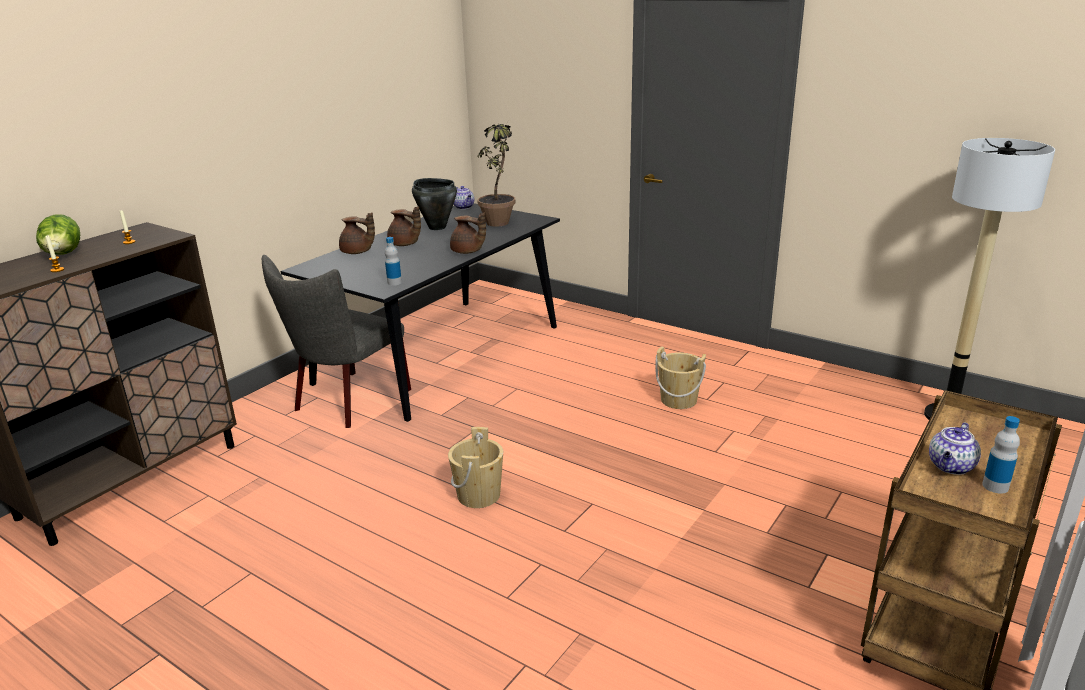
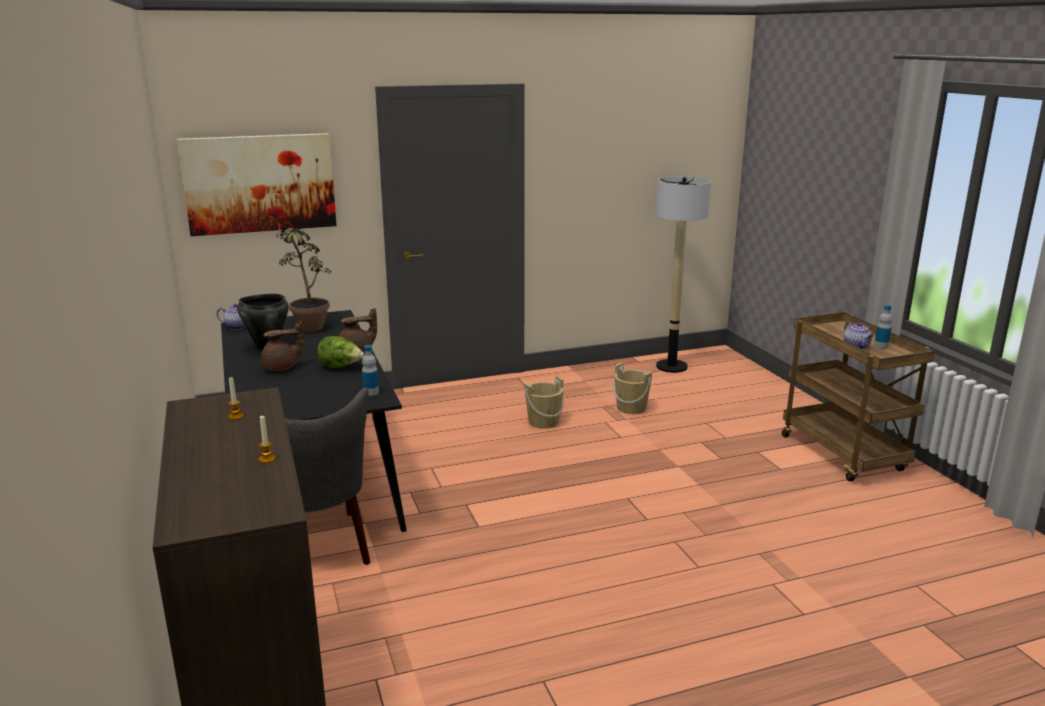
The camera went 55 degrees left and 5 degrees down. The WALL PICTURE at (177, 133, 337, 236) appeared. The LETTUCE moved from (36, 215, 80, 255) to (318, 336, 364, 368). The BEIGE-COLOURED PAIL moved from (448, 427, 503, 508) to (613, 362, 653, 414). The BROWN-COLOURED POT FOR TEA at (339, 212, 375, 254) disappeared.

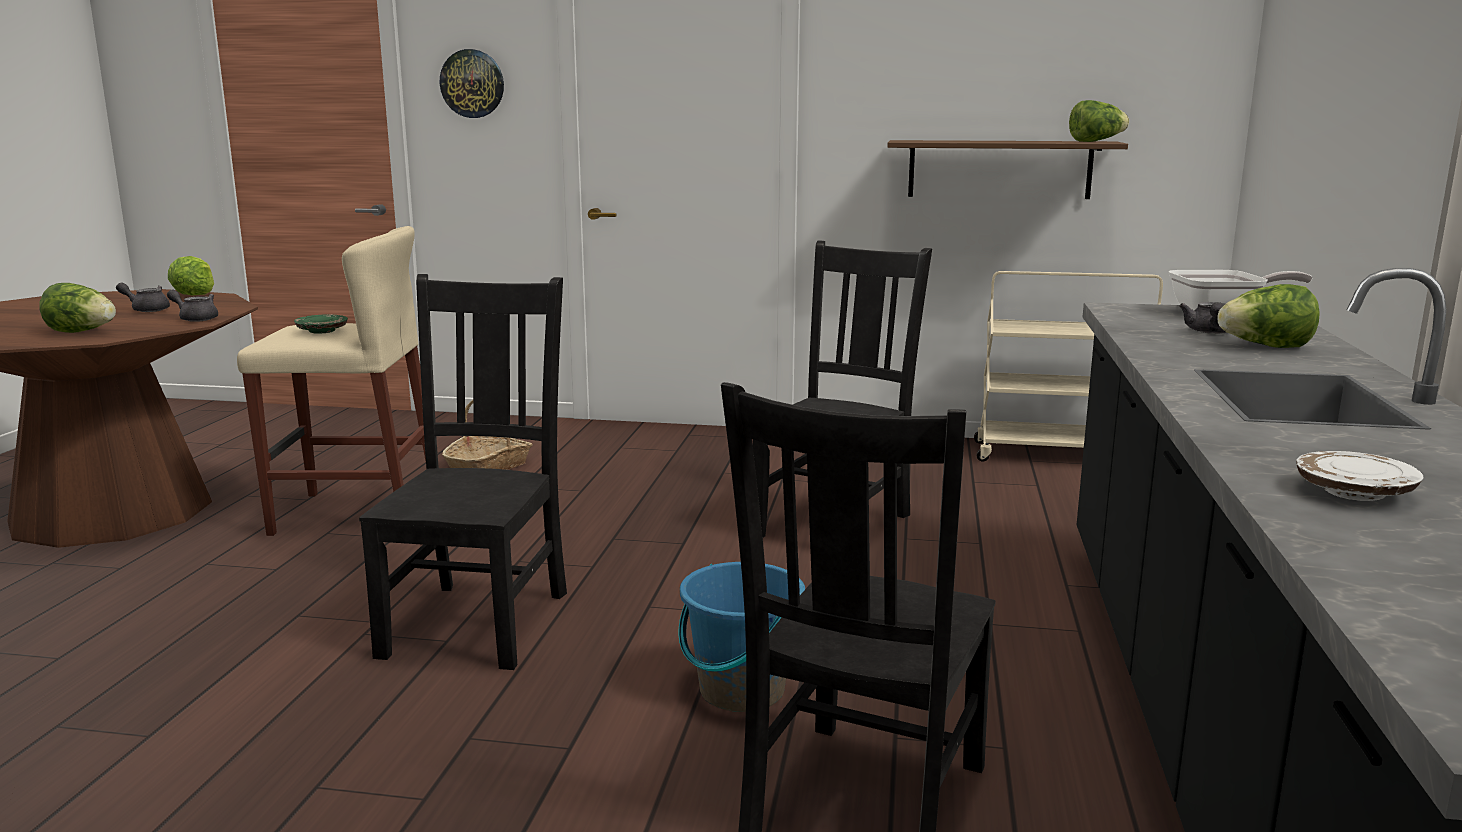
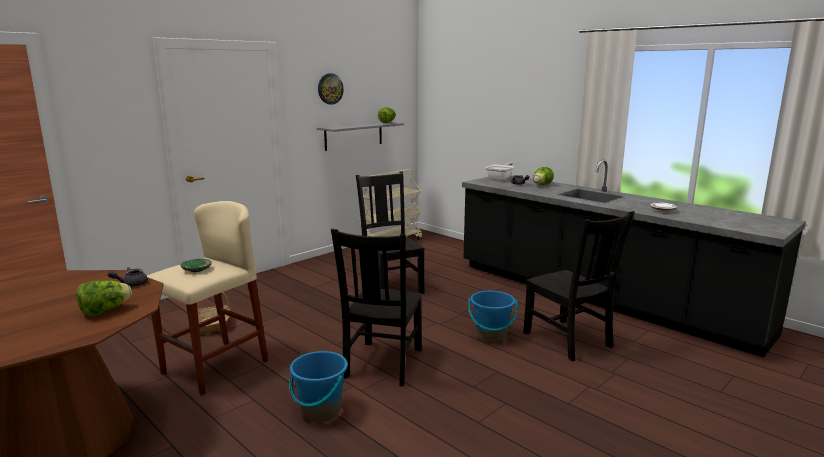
The camera went 55 degrees left and 0 degrees up. The BLUE-COLOURED PAIL at (289, 351, 348, 422) appeared. The BROWN-COLOURED WALL SHELF at (887, 140, 1128, 199) became the GREYISH WALL SHELF at (317, 122, 404, 151). The CLOCK ON THE WALL moved from (440, 49, 504, 118) to (318, 74, 344, 105). The BLACK UPRIGHT CHAIR at (359, 274, 567, 670) turned 120 degrees counterclockwise. The GREYISH POT FOR TEA at (116, 282, 170, 312) disappeared. The LETTUCE at (168, 256, 214, 296) disappeared.

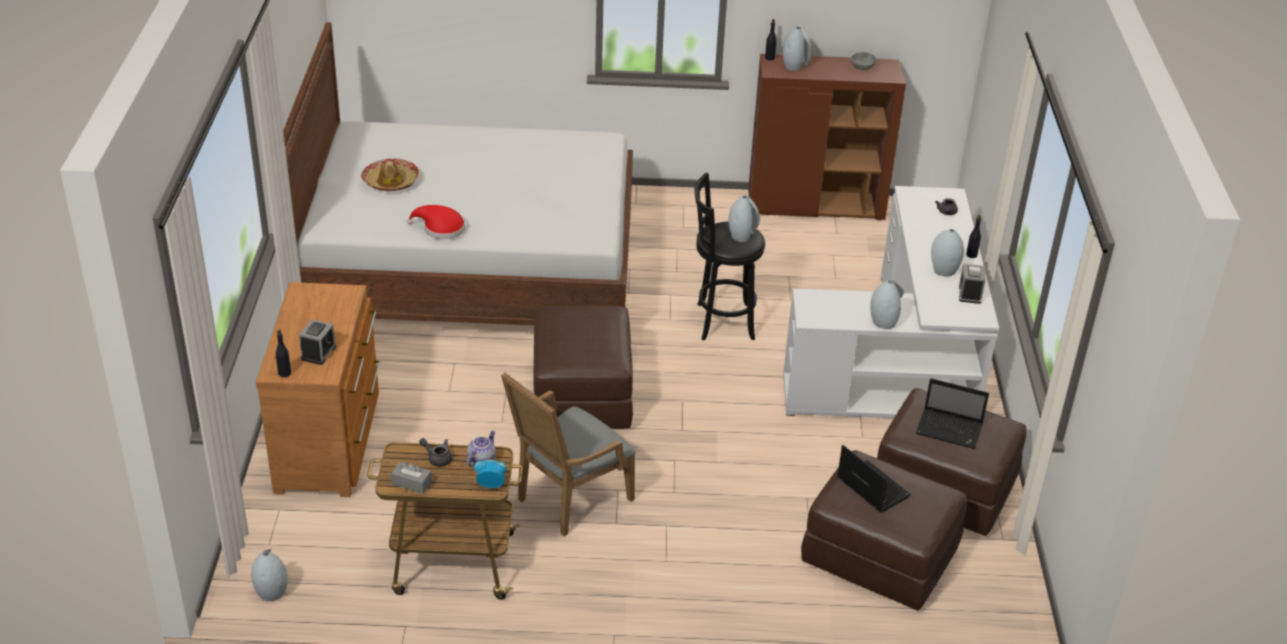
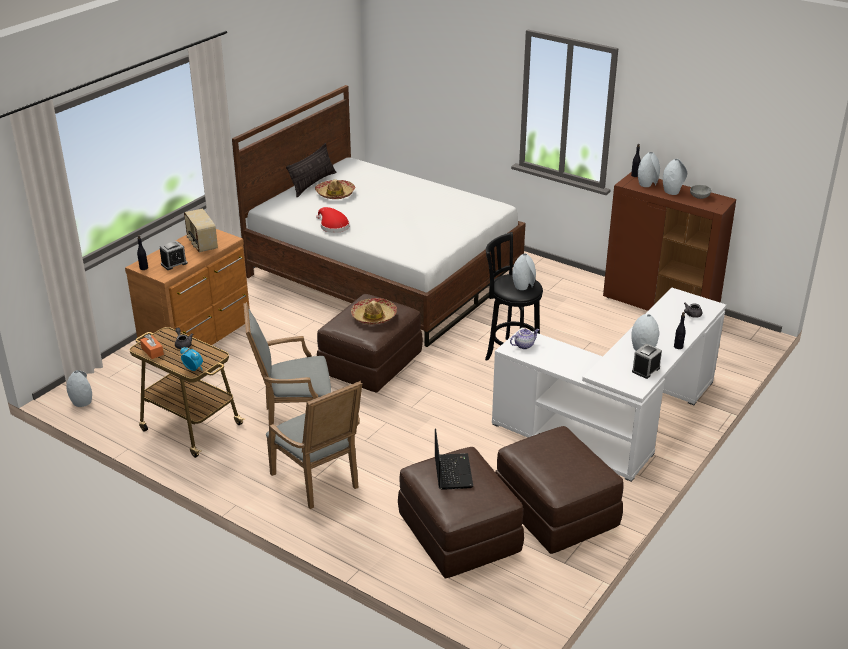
The camera went 35 degrees right and 5 degrees down. The GREYISH TISSUE BOX at (391, 462, 432, 494) became the ORANGE-COLOURED TISSUE BOX at (140, 334, 164, 359). The RADIO SET at (184, 208, 218, 252) appeared. The GREYISH LOUNGE CHAIR at (266, 381, 362, 509) appeared. The THROW PILLOW at (286, 143, 336, 197) appeared. The CLOTHING HAT at (351, 298, 397, 325) appeared. The POT FOR TEA moved from (467, 430, 496, 466) to (510, 329, 540, 349). The GREYISH VASE moved from (870, 280, 904, 329) to (663, 159, 687, 195). The PORTABLE COMPUTER at (916, 378, 989, 449) disappeared.

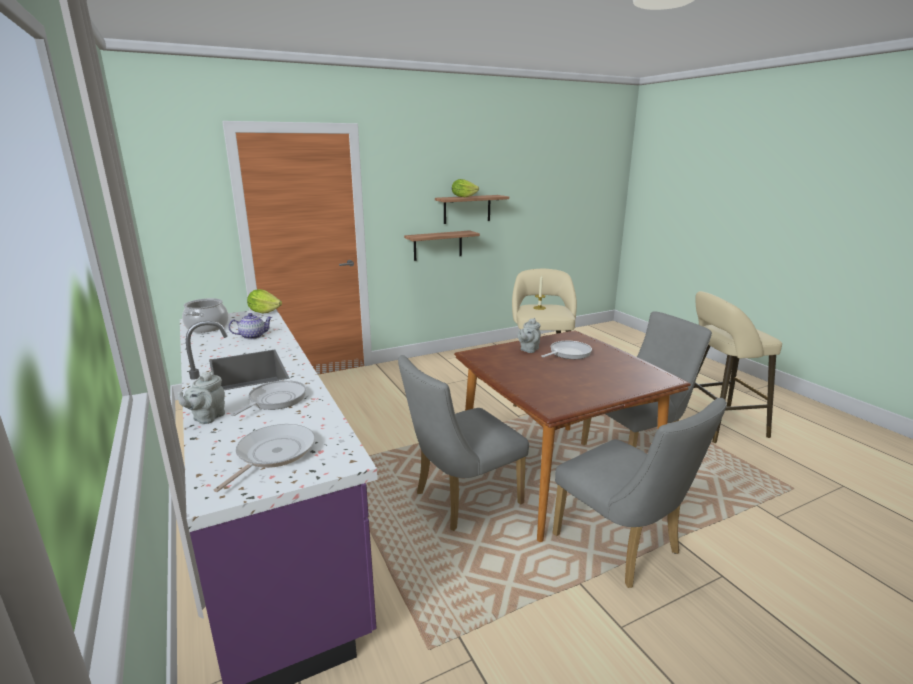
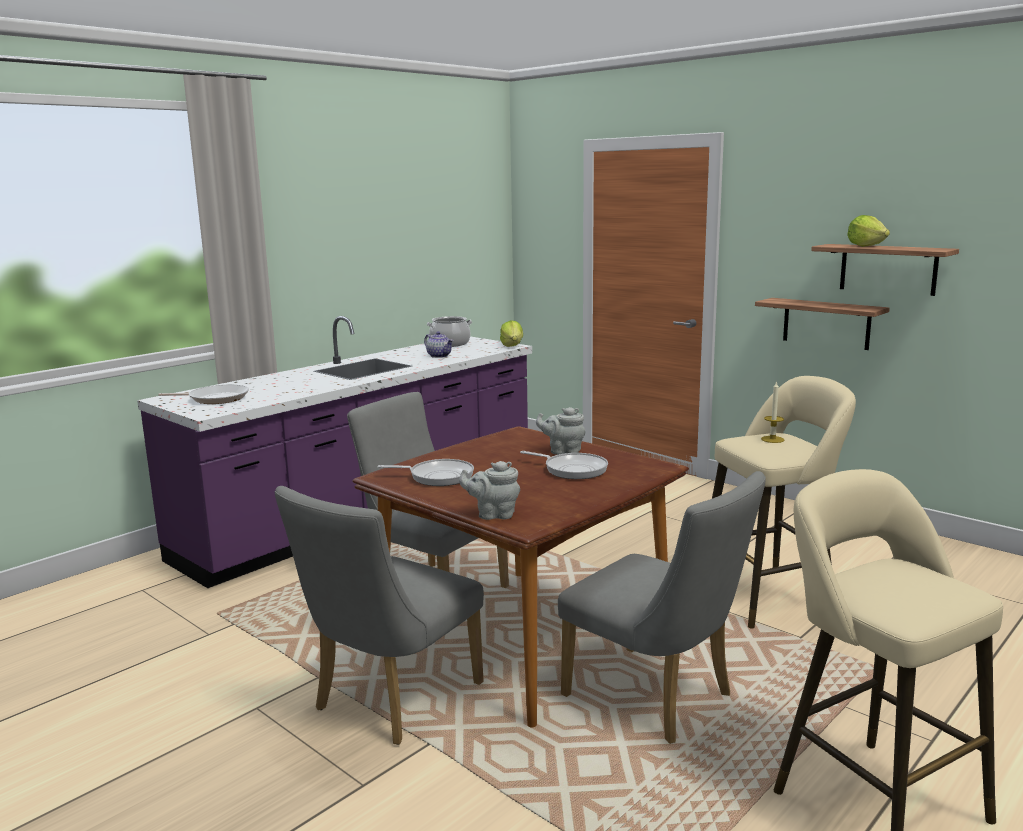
The camera went 70 degrees right and 5 degrees down. The PAN moved from (230, 380, 306, 416) to (378, 459, 474, 486). The GREYISH POT FOR TEA moved from (177, 370, 225, 424) to (459, 461, 520, 520).

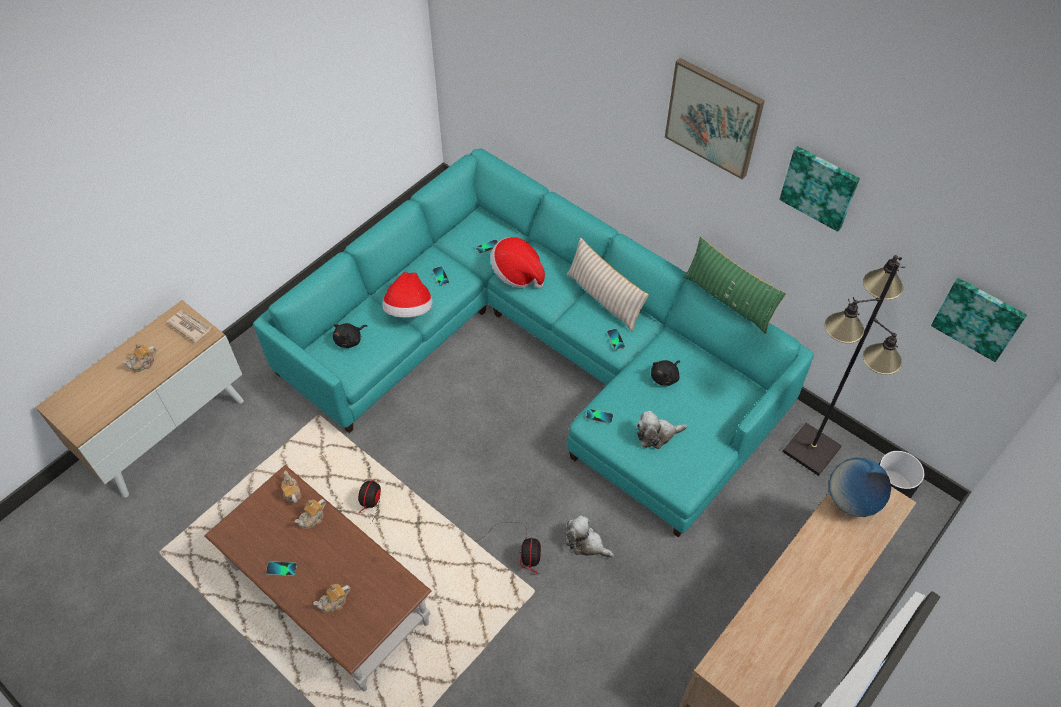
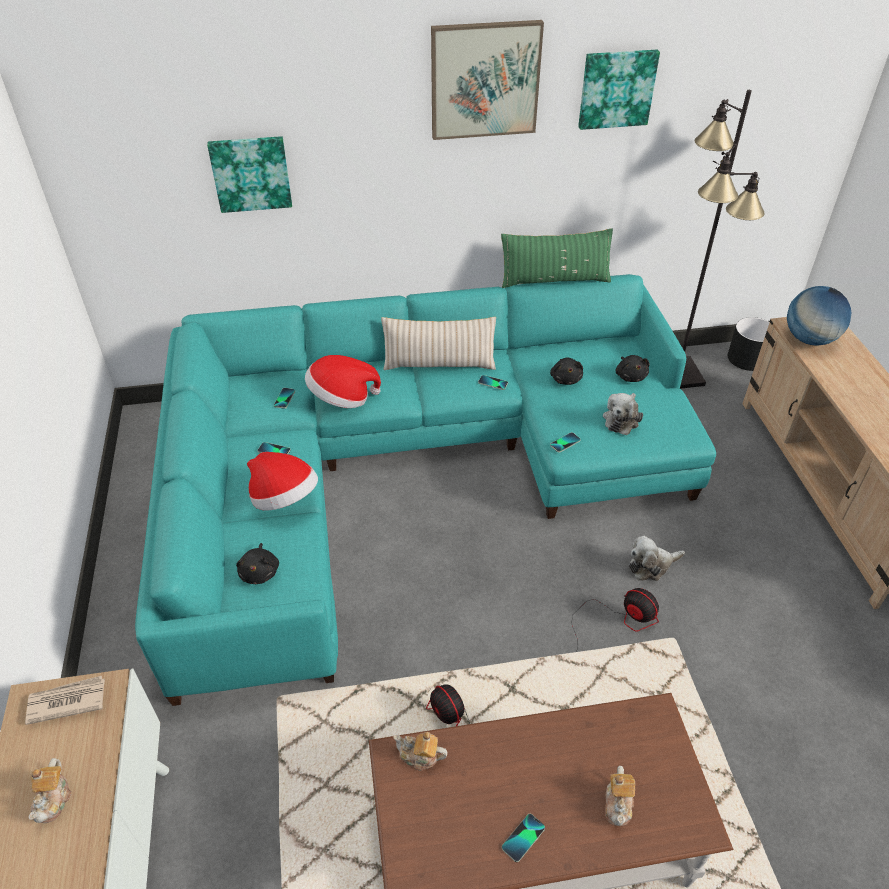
The camera went 50 degrees left and 10 degrees down. The WALL PICTURE moved from (931, 278, 1027, 362) to (207, 136, 292, 213). The BLACK PLUSH TOY at (616, 355, 650, 382) appeared. The POT FOR TEA at (295, 499, 326, 529) disappeared.

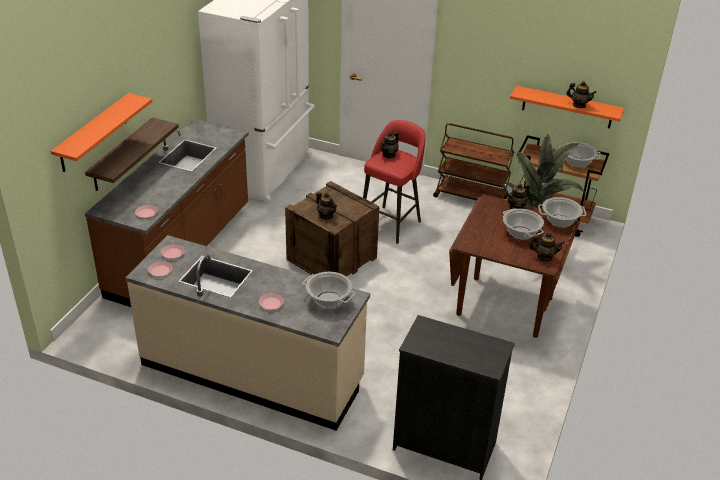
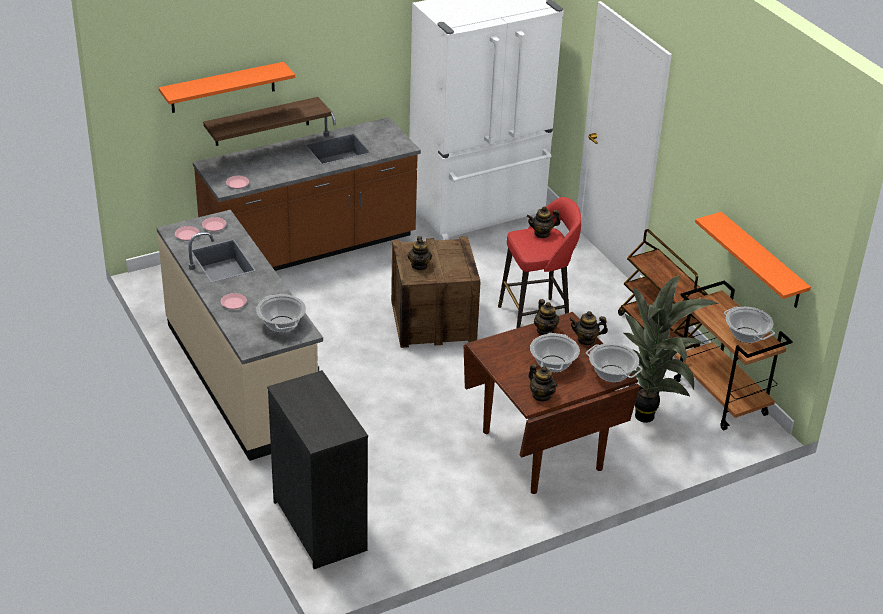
The camera went 40 degrees right and 0 degrees up. The POT FOR TEA moved from (567, 81, 596, 108) to (534, 299, 560, 335).

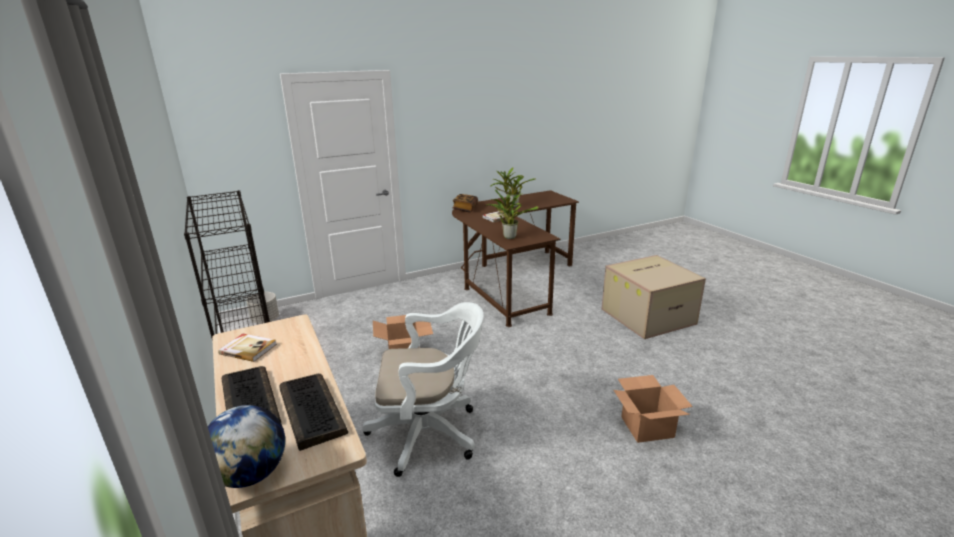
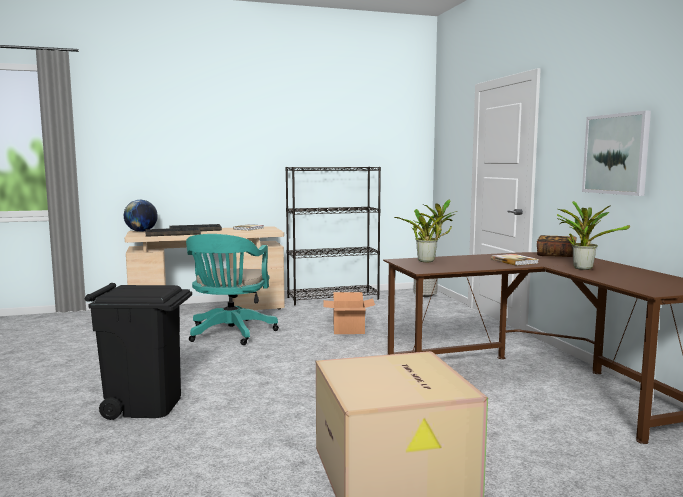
The camera went 100 degrees right and 15 degrees down. The CARTON at (613, 375, 693, 443) was replaced by the BLACK RUBBISH BIN at (85, 283, 192, 420). The WHITISH OFFICE CHAIR at (362, 302, 484, 477) became the TURQUOISE-COLOURED OFFICE CHAIR at (186, 234, 279, 345). The WALL PICTURE at (582, 111, 651, 196) appeared.

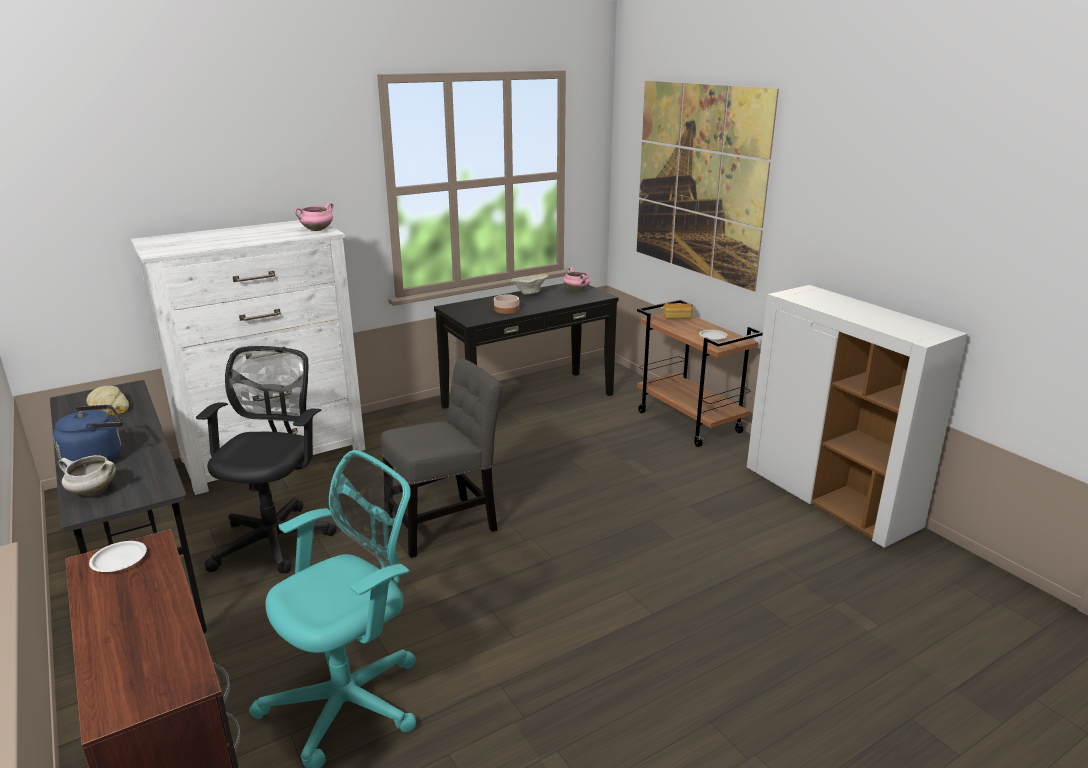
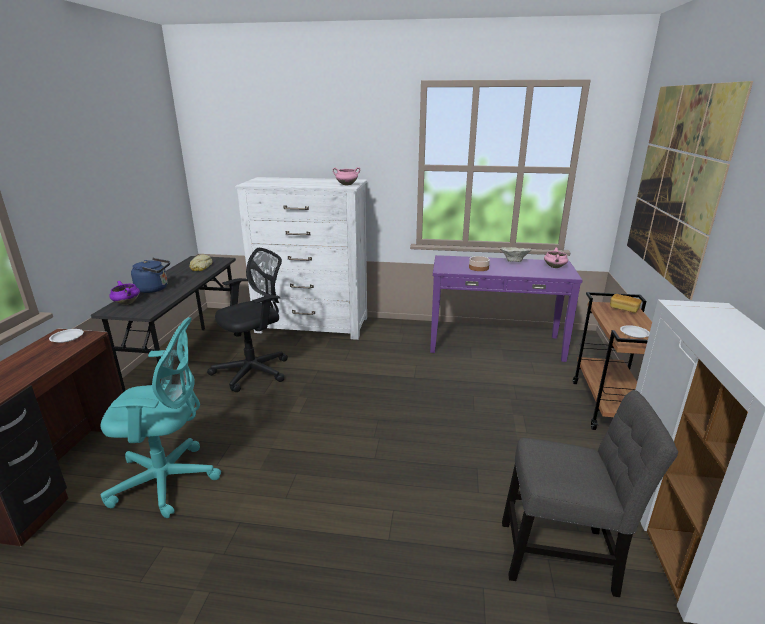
The camera went 40 degrees right and 0 degrees up. The WHITISH STOCKPOT at (58, 455, 116, 496) became the PURPLE STOCKPOT at (109, 281, 140, 305). The BLACK CONSOLE TABLE at (434, 283, 618, 409) became the PURPLE CONSOLE TABLE at (430, 255, 583, 362). The GREYISH UPRIGHT CHAIR moved from (381, 358, 503, 558) to (502, 390, 678, 597).

